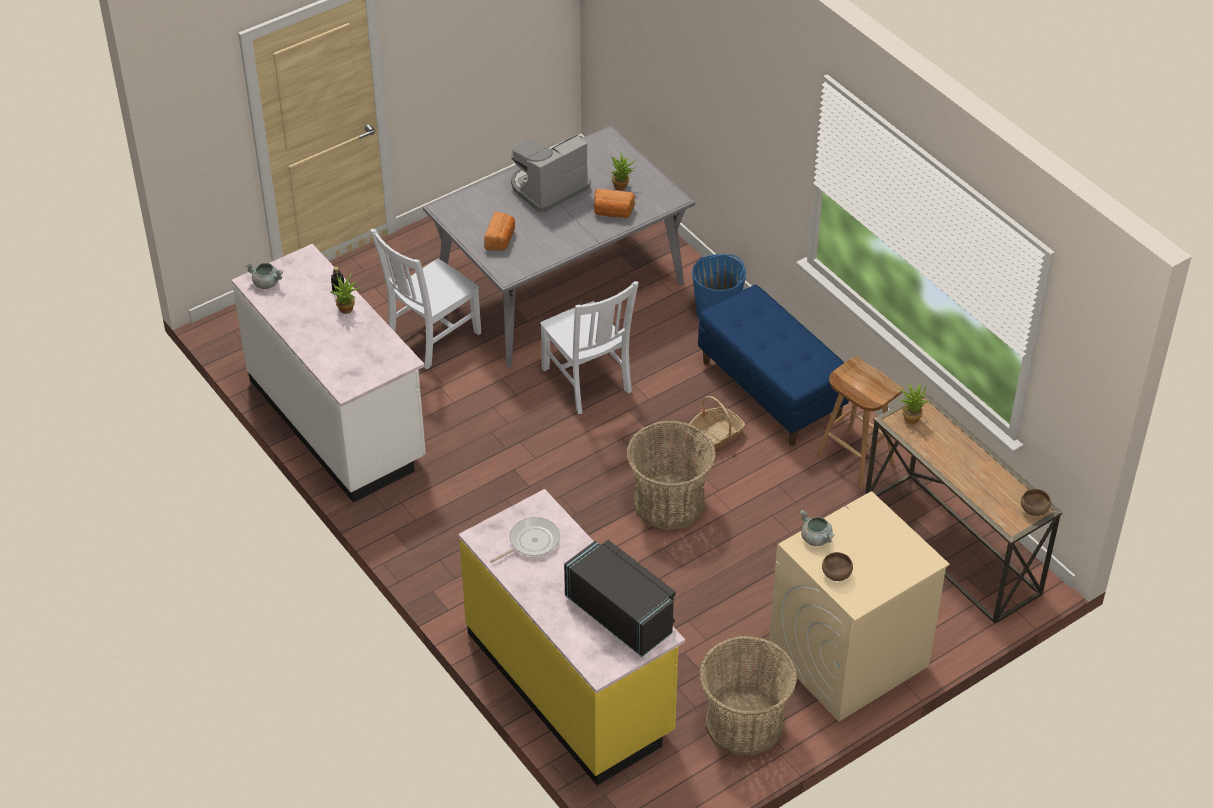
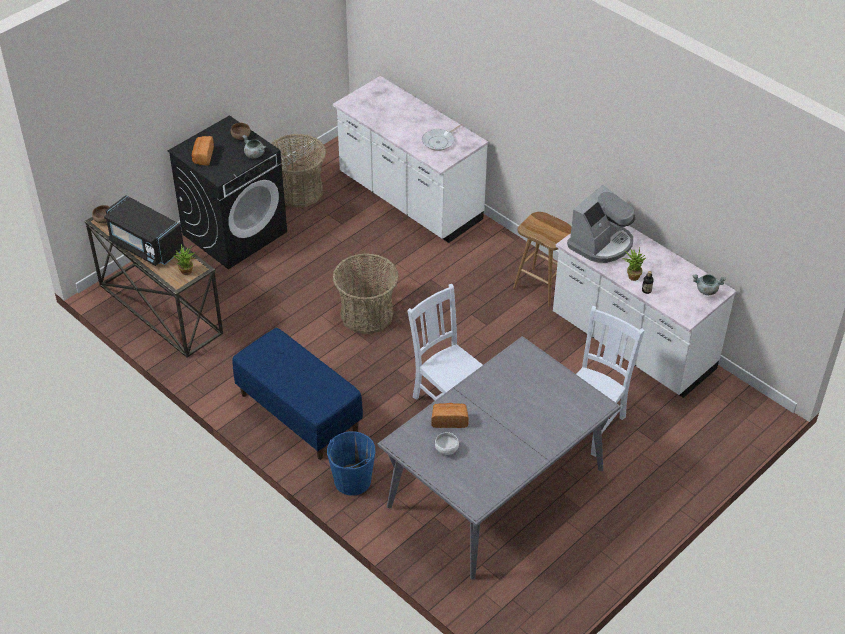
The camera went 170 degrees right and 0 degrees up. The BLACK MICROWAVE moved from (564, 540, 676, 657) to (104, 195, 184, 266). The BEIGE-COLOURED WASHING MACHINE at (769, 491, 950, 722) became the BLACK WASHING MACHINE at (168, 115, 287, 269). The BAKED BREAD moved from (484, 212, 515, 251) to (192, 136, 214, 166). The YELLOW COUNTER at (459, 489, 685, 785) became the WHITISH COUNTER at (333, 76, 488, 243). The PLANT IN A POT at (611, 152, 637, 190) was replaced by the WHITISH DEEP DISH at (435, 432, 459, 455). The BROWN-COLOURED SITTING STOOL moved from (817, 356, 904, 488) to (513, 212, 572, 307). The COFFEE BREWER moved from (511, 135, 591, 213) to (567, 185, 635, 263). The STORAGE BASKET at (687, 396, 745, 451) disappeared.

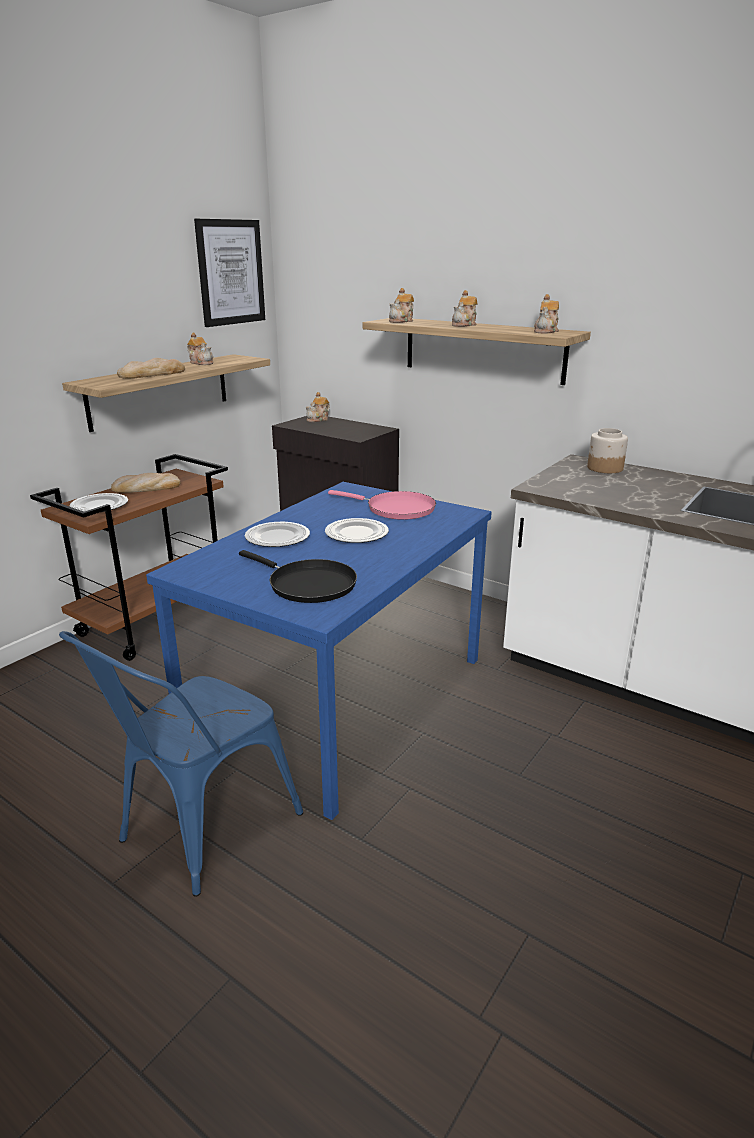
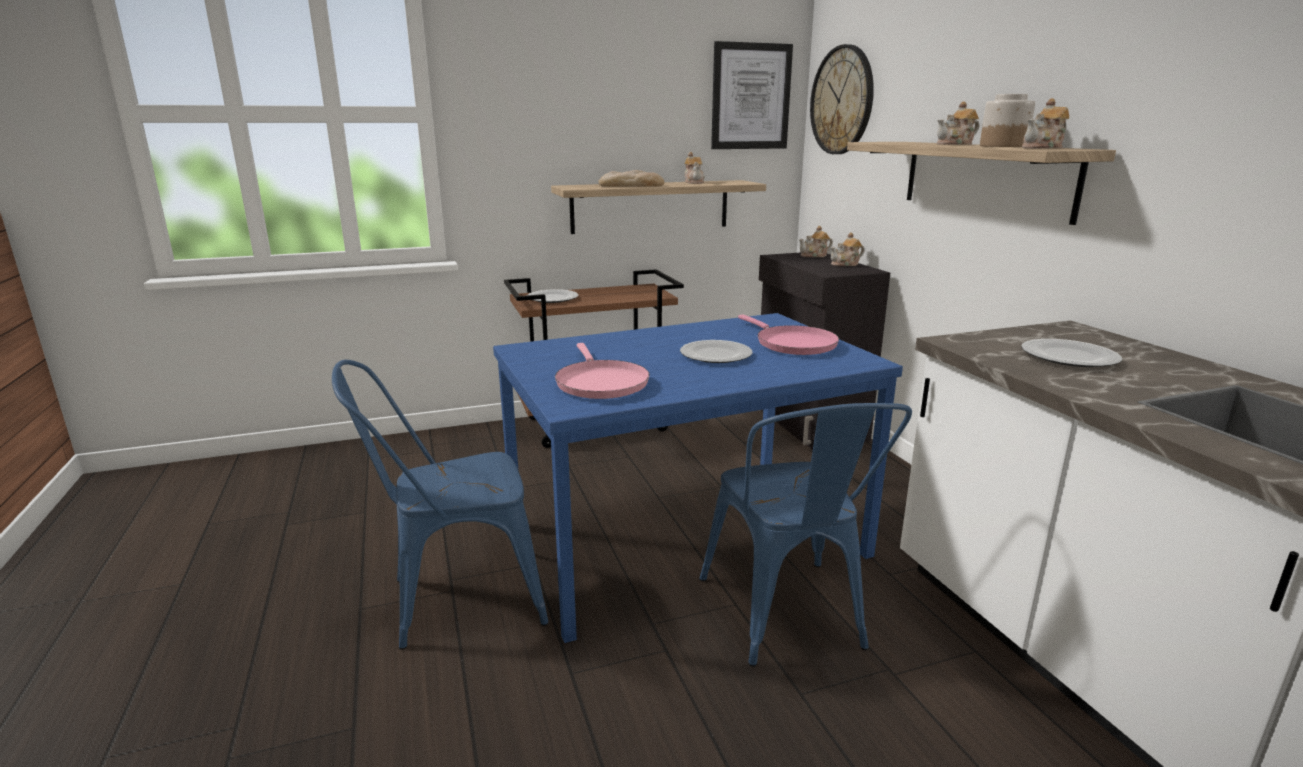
The camera went 35 degrees right and 5 degrees down. The BLACK PAN at (239, 550, 357, 603) became the PINK-COLOURED PAN at (555, 343, 650, 399). The BLUE-COLOURED UPRIGHT CHAIR at (699, 403, 912, 667) appeared. The CLOCK ON THE WALL at (810, 44, 874, 154) appeared. The POT FOR TEA moved from (389, 288, 414, 323) to (830, 232, 865, 266). The PRESERVE JAR moved from (587, 428, 628, 473) to (980, 94, 1035, 147). The FLAT DISH moved from (245, 522, 310, 547) to (1021, 339, 1122, 367). The BAKED BREAD at (111, 473, 180, 493) disappeared.

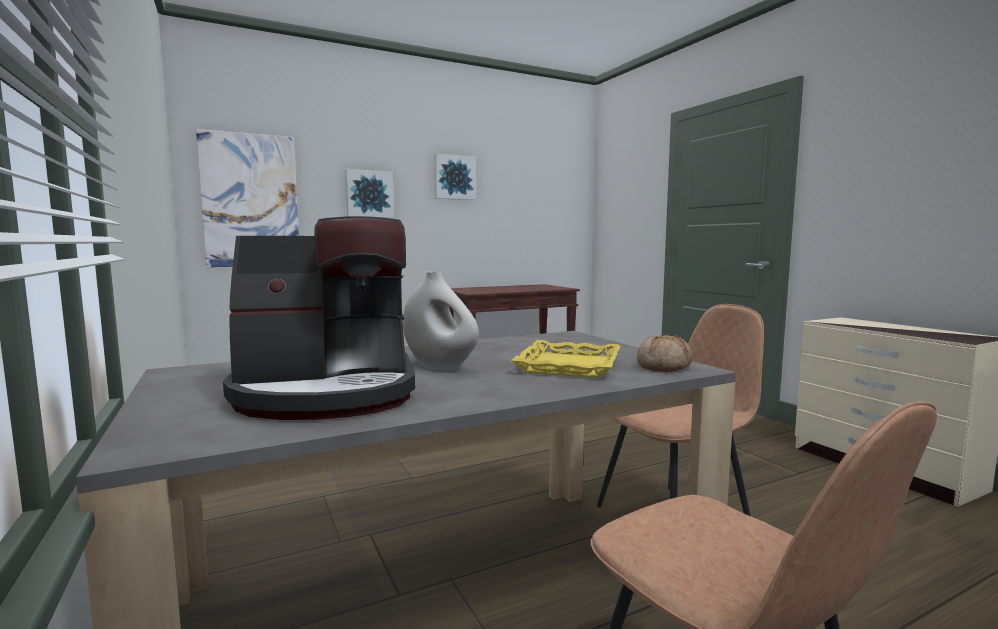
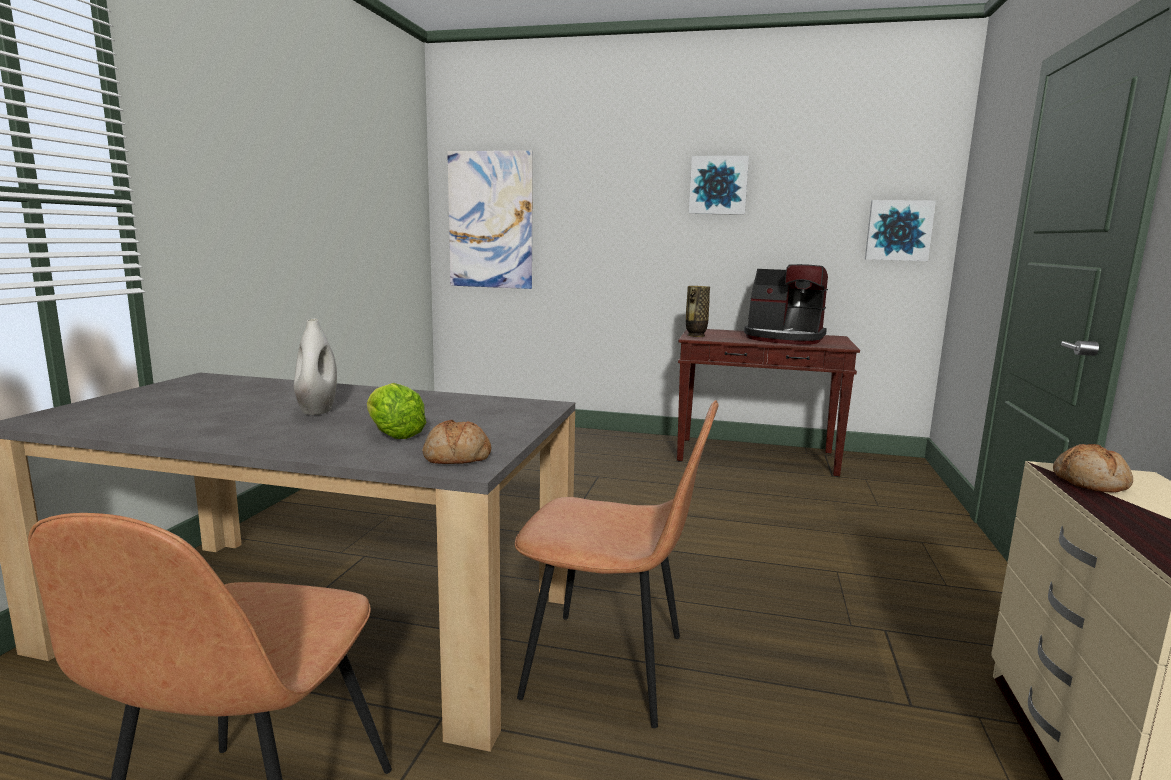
The camera went 40 degrees right and 5 degrees up. The YELLOW CARRYING TRAY at (511, 340, 621, 378) was replaced by the LETTUCE at (367, 383, 426, 439). The VASE at (686, 286, 710, 337) appeared. The COFFEE BREWER moved from (223, 216, 415, 420) to (744, 264, 828, 345). The WALL PICTURE moved from (345, 169, 394, 218) to (865, 200, 936, 261). The BAKED BREAD at (1053, 444, 1133, 492) appeared.

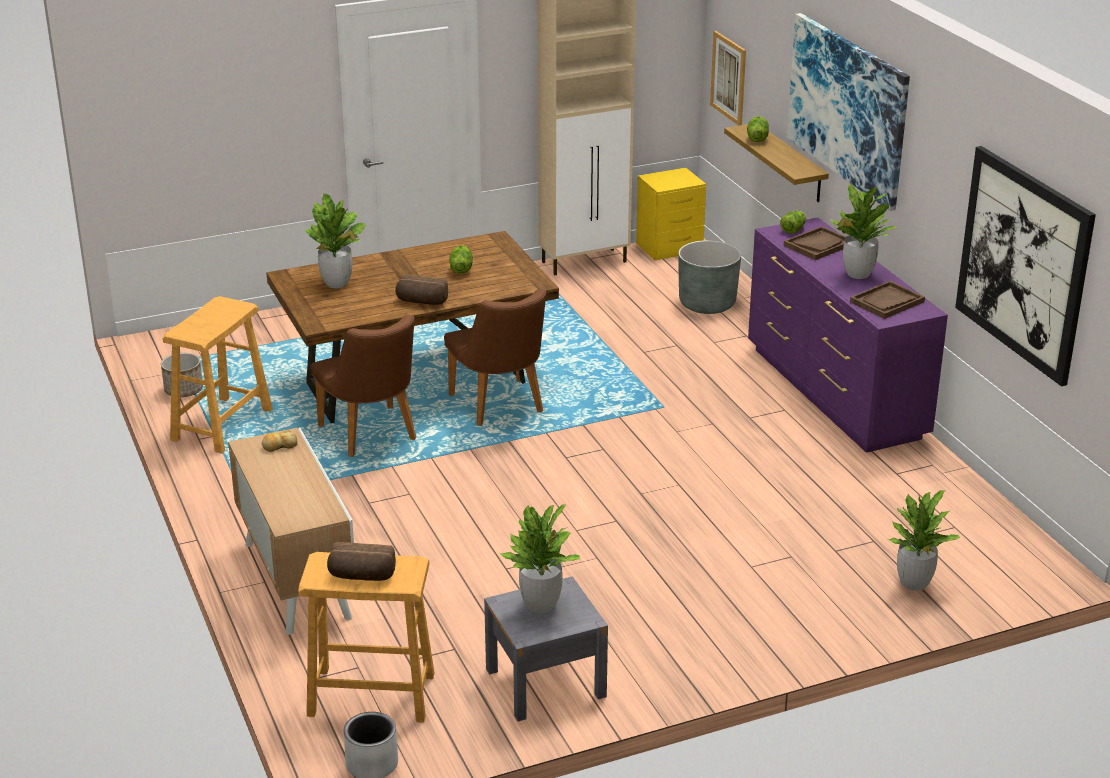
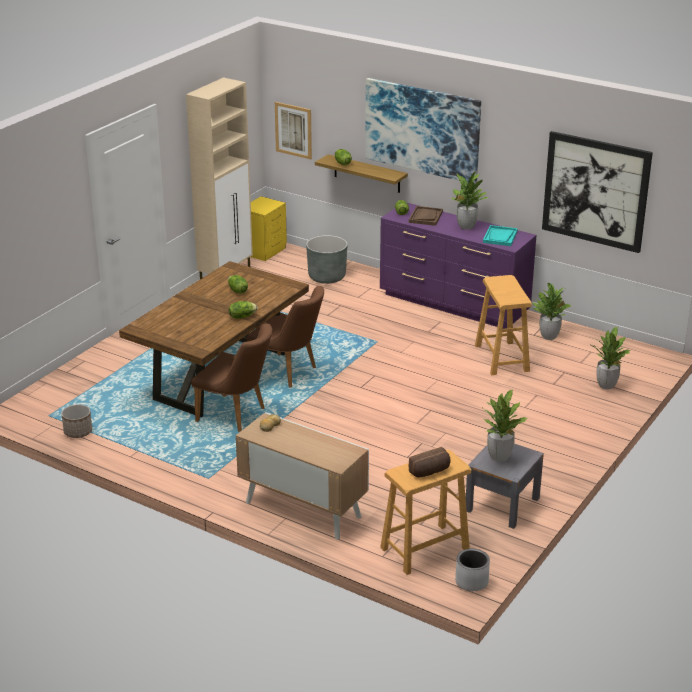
The camera went 35 degrees left and 0 degrees up. The BAKED BREAD at (395, 275, 448, 305) was replaced by the LETTUCE at (229, 301, 258, 319). The BEIGE-COLOURED SITTING STOOL moved from (163, 296, 273, 454) to (475, 275, 532, 375). The BROWN-COLOURED CARRYING TRAY at (850, 281, 925, 319) became the TURQUOISE-COLOURED CARRYING TRAY at (483, 225, 518, 246). The PLANT IN A POT moved from (305, 194, 366, 288) to (532, 283, 572, 340).

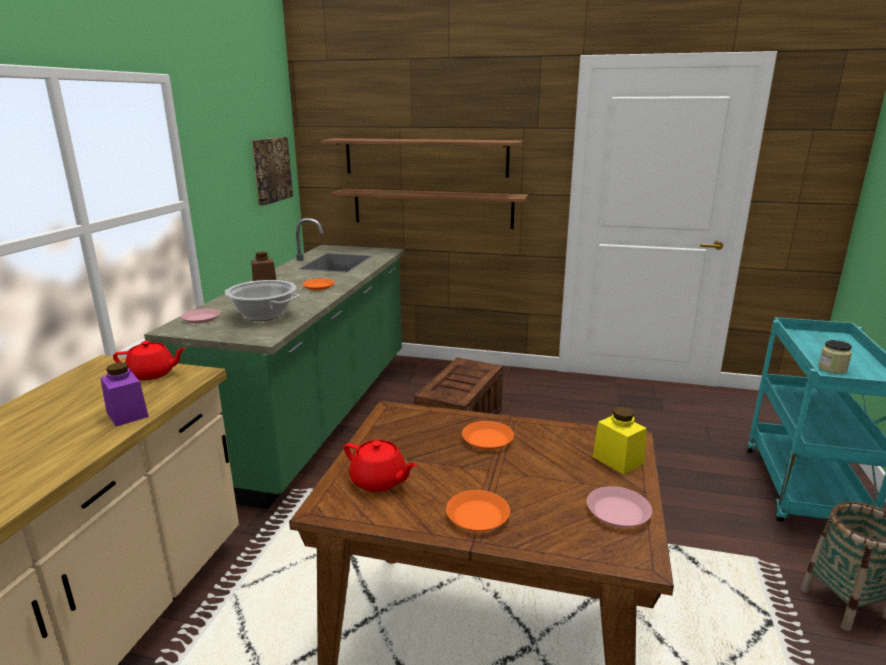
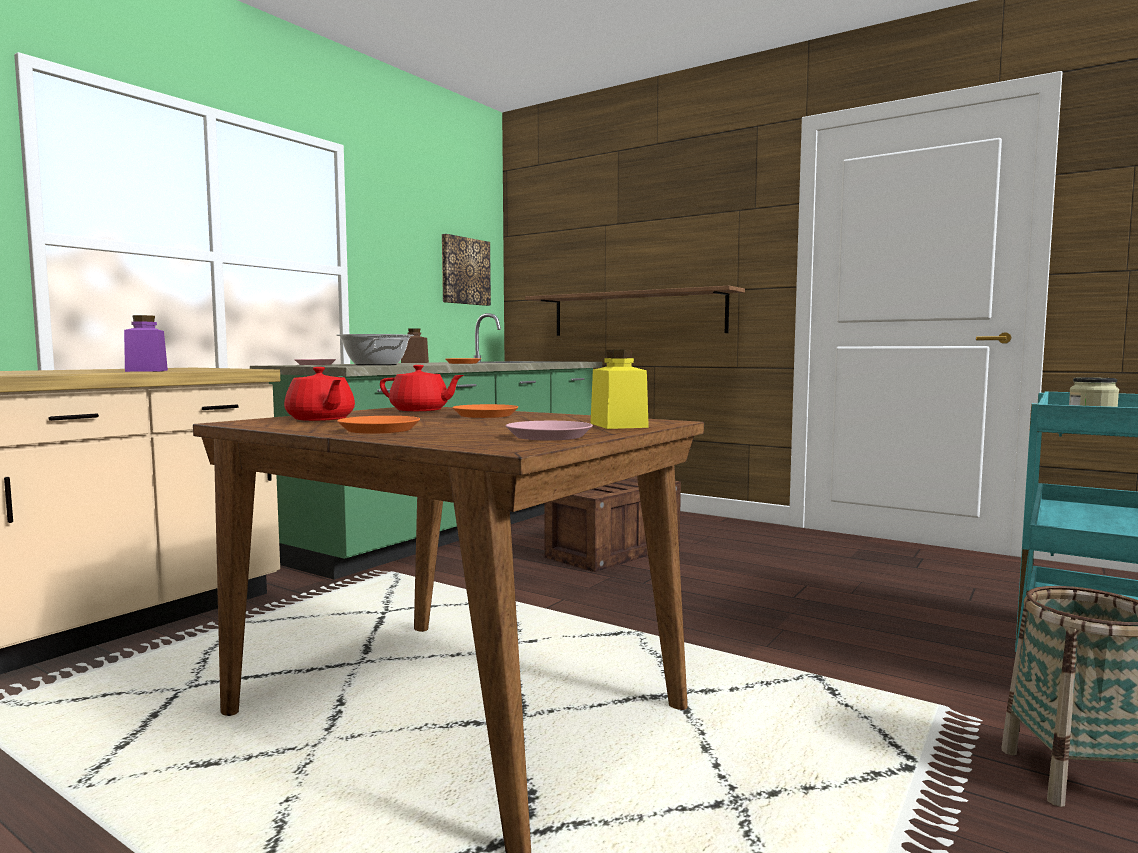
The camera went 20 degrees right and 15 degrees down. The REDDISH POT FOR TEA moved from (113, 341, 186, 380) to (380, 365, 464, 411). The WALL SHELF at (321, 138, 524, 178) disappeared.

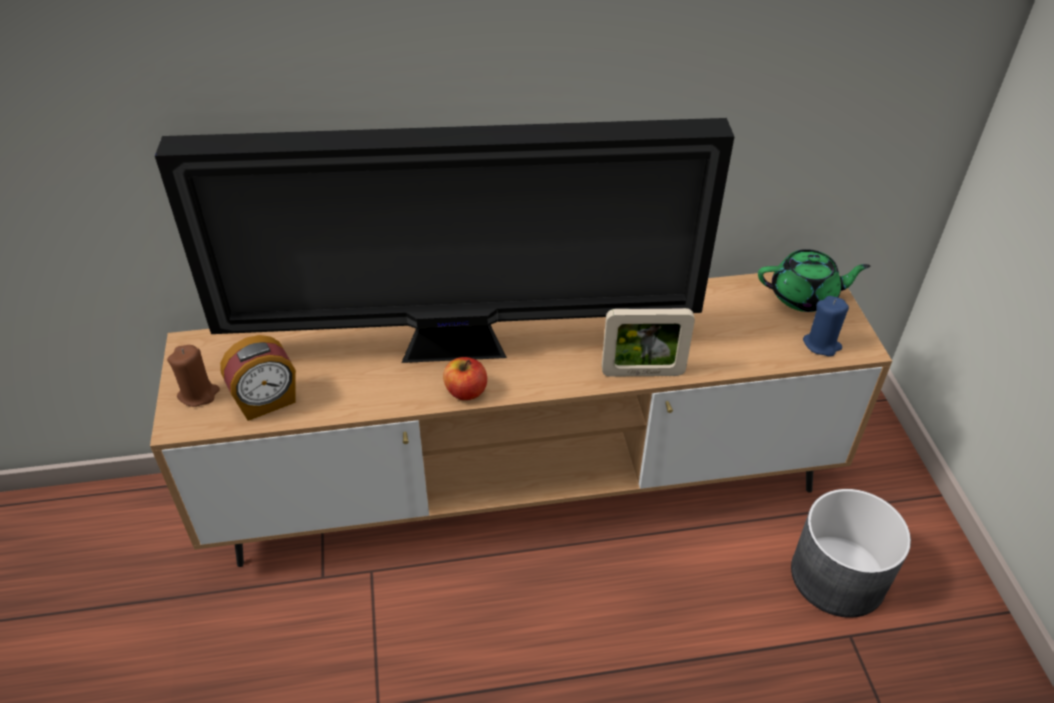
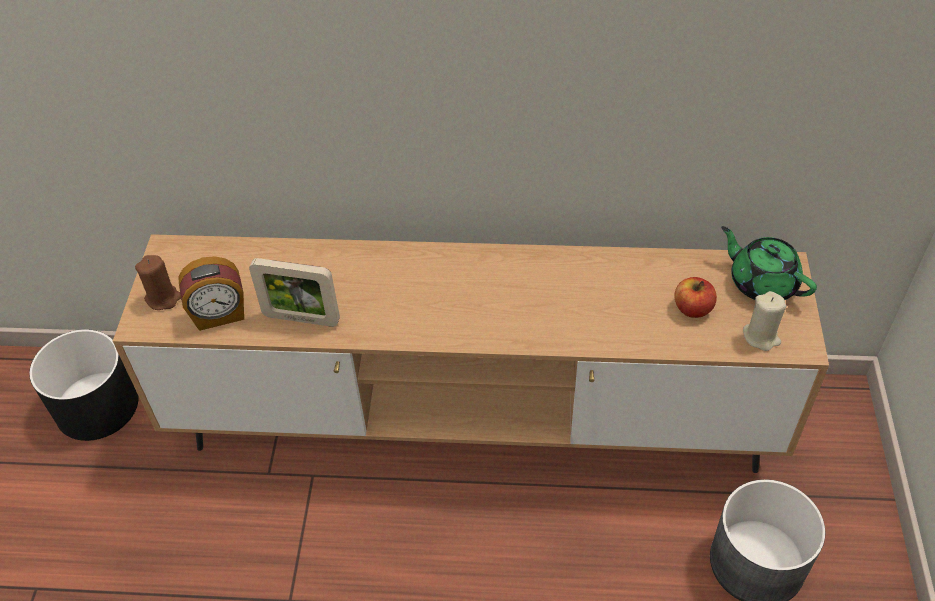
The camera went 15 degrees right and 5 degrees up. The BLACK FLOWER POT at (29, 329, 138, 441) appeared. The PICTURE FRAME moved from (602, 308, 695, 377) to (249, 258, 340, 327). The APPLE FRUIT moved from (443, 357, 487, 400) to (674, 277, 717, 318). The GREENISH POT FOR TEA at (758, 249, 871, 312) turned 150 degrees counterclockwise. The BLUE-COLOURED WAX LIGHT at (803, 296, 849, 356) became the BEIGE-COLOURED WAX LIGHT at (743, 291, 786, 351). The TV SET at (155, 118, 734, 363) disappeared.

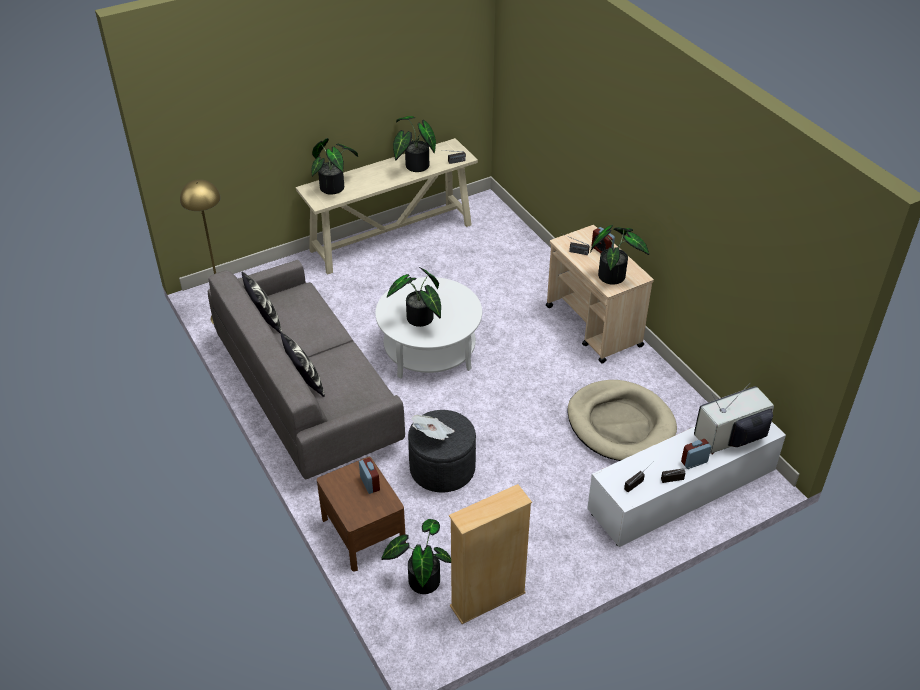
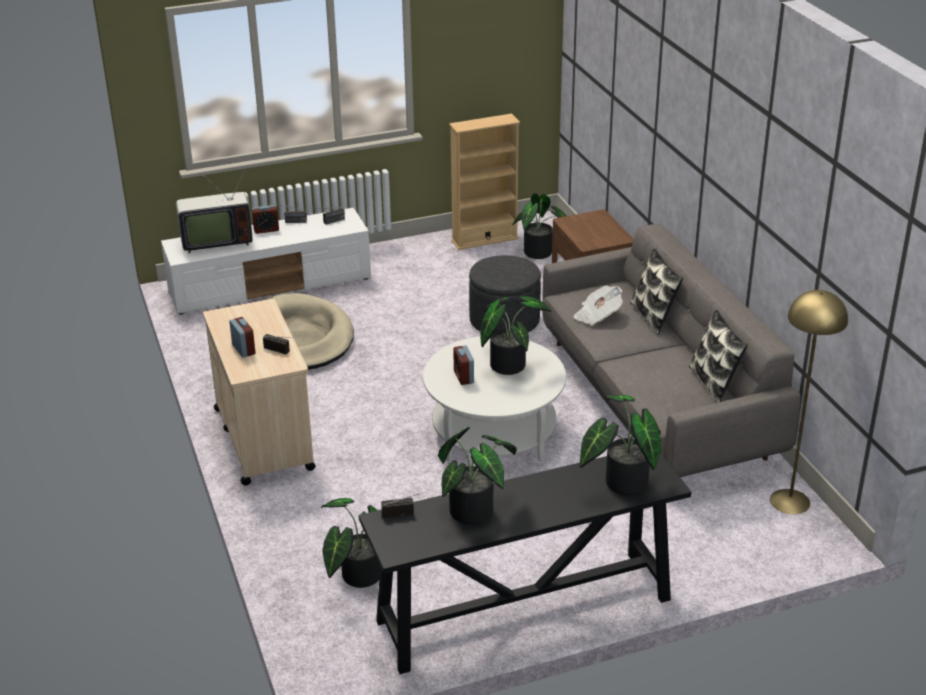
The camera went 170 degrees left and 10 degrees down. The PLANT IN A POT moved from (590, 225, 649, 285) to (321, 498, 380, 588). The BEIGE-COLOURED CONSOLE TABLE at (296, 138, 478, 275) became the BLACK CONSOLE TABLE at (359, 453, 691, 674). The TABLE CLOCK moved from (359, 458, 380, 494) to (453, 345, 474, 385). The PRINTED PAPER moved from (411, 415, 455, 440) to (574, 285, 623, 326).

